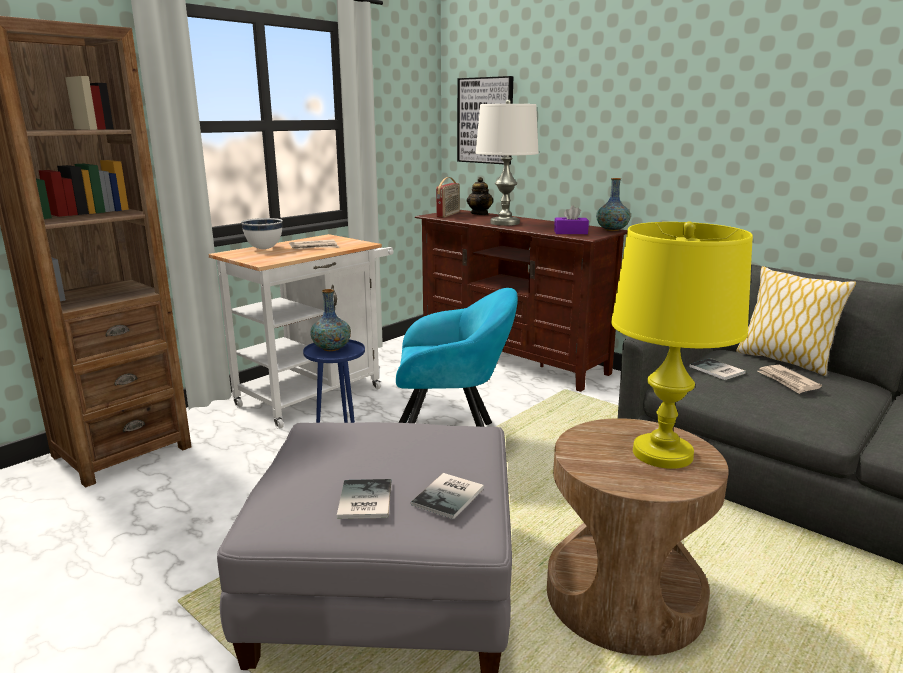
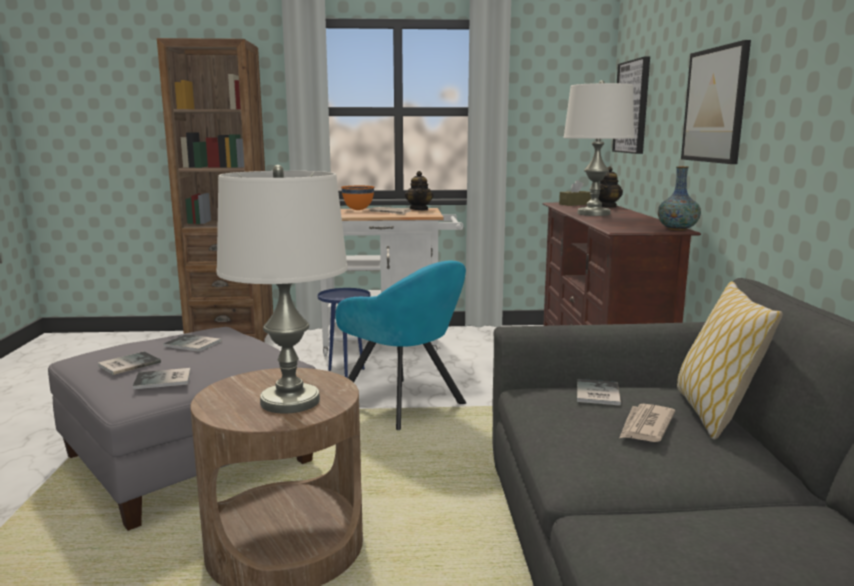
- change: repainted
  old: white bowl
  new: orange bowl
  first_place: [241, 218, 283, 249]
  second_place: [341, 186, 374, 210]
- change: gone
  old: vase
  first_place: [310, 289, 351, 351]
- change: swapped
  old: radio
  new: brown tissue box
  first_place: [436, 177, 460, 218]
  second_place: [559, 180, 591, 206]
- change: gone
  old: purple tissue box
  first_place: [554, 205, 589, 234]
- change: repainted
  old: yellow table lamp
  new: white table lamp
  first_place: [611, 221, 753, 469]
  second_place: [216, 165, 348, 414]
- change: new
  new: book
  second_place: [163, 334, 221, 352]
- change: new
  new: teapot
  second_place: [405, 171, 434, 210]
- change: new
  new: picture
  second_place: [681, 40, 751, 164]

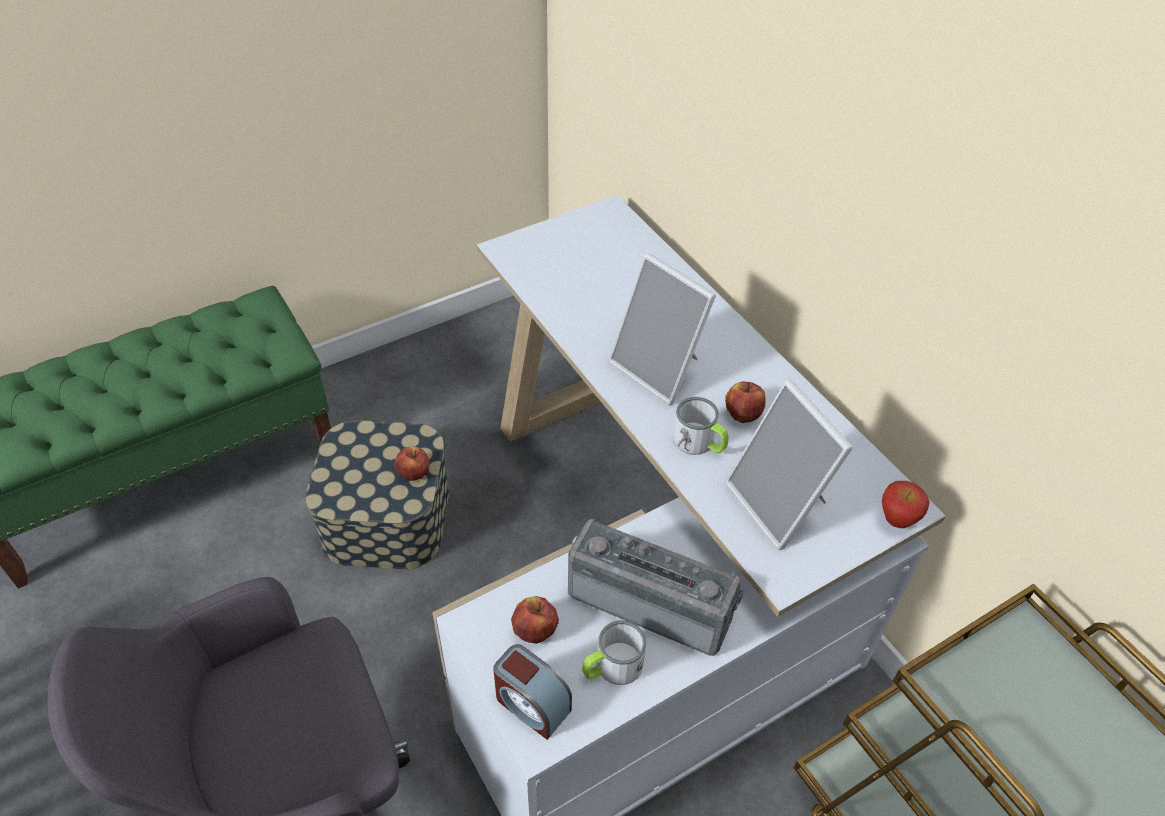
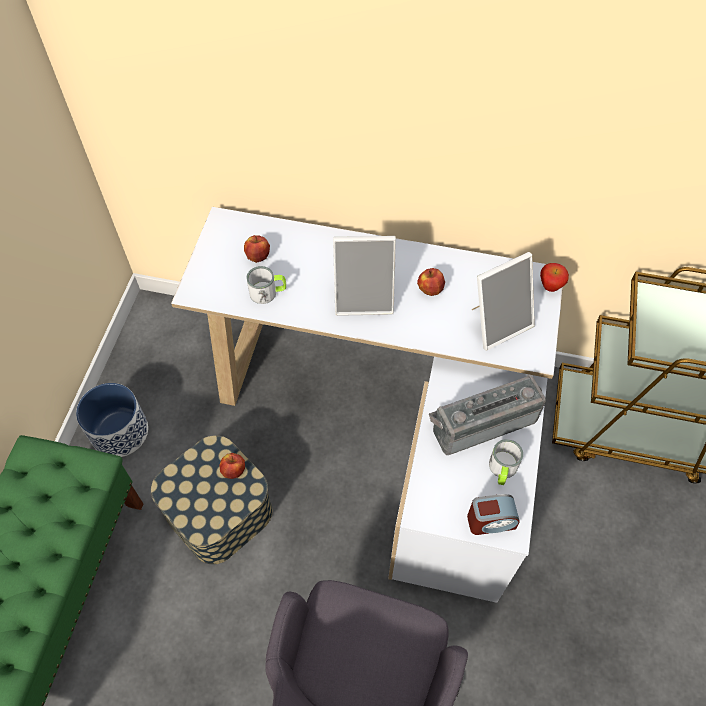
- change: shifted
  old: apple
  first_place: [511, 596, 559, 644]
  second_place: [244, 235, 270, 263]
- change: shifted
  old: mug
  first_place: [673, 397, 728, 455]
  second_place: [246, 266, 286, 304]
- change: rotated
  old: picture frame
  first_place: [725, 380, 853, 550]
  second_place: [472, 252, 535, 351]
  degrees: -45
- change: new
  new: planter
  second_place: [76, 383, 148, 457]

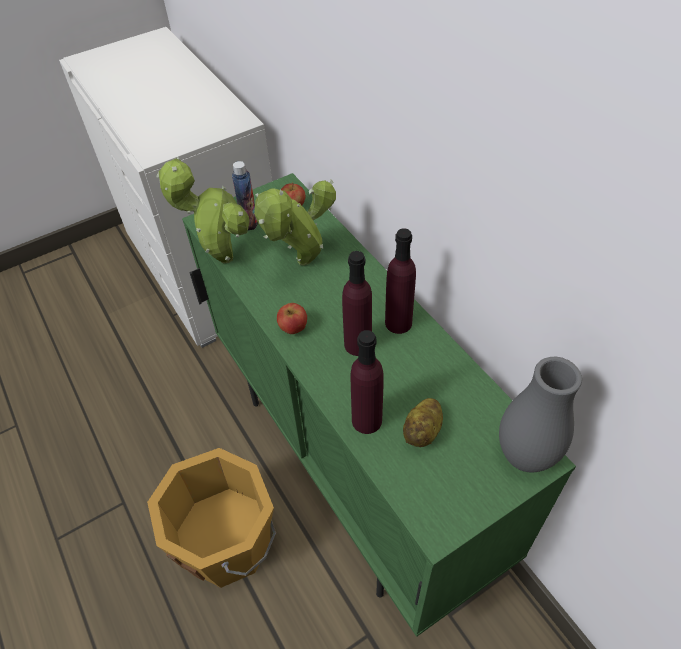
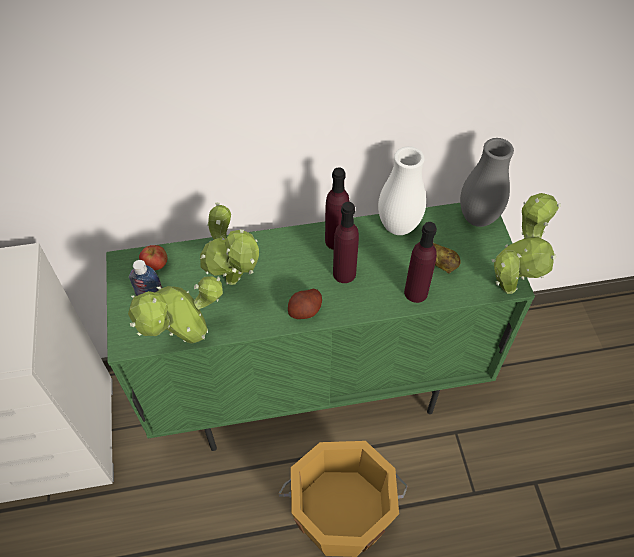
- change: swapped
  old: apple
  new: potato
  first_place: [277, 303, 307, 334]
  second_place: [288, 288, 322, 319]
- change: new
  new: white vase
  second_place: [378, 146, 426, 235]
- change: new
  new: potted plant
  second_place: [491, 193, 561, 294]

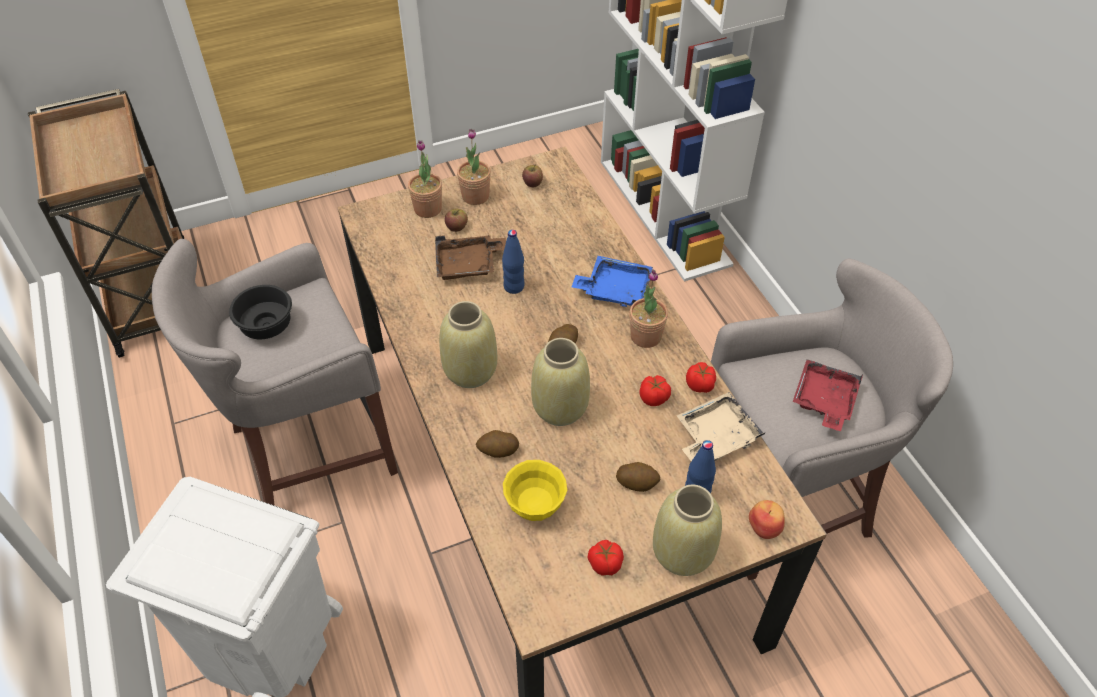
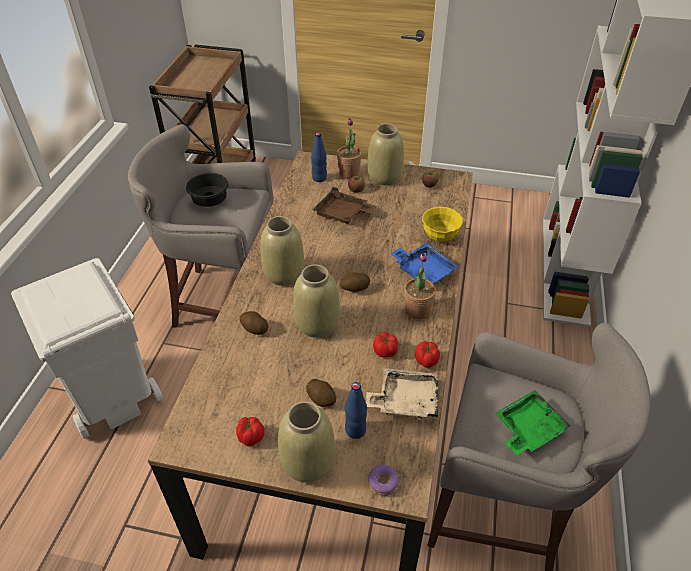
- change: swapped
  old: potted plant
  new: beige vase
  first_place: [457, 129, 491, 205]
  second_place: [368, 124, 404, 185]
- change: shifted
  old: blue bottle
  first_place: [502, 230, 524, 294]
  second_place: [311, 132, 327, 182]
- change: shifted
  old: yellow bowl
  first_place: [503, 460, 567, 521]
  second_place: [422, 207, 463, 242]
- change: swapped
  old: apple
  new: donut
  first_place: [749, 500, 785, 539]
  second_place: [368, 465, 399, 496]
- change: repainted
  old: red tray
  new: green tray
  first_place: [793, 360, 863, 431]
  second_place: [496, 390, 571, 456]

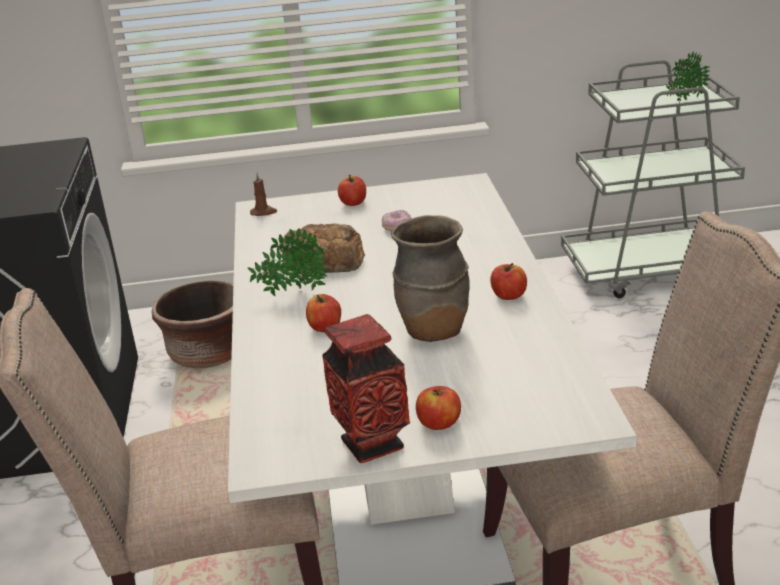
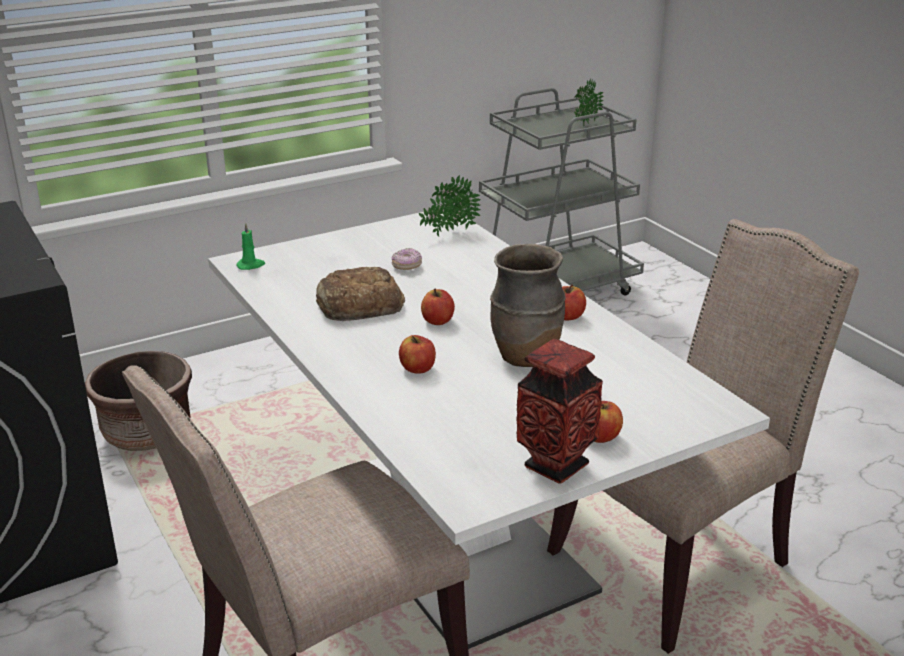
- change: shifted
  old: potted plant
  first_place: [248, 228, 327, 296]
  second_place: [419, 175, 481, 237]
- change: repainted
  old: brown candle
  new: green candle
  first_place: [250, 173, 277, 216]
  second_place: [236, 223, 265, 270]
- change: shifted
  old: apple
  first_place: [338, 175, 366, 206]
  second_place: [421, 289, 455, 325]

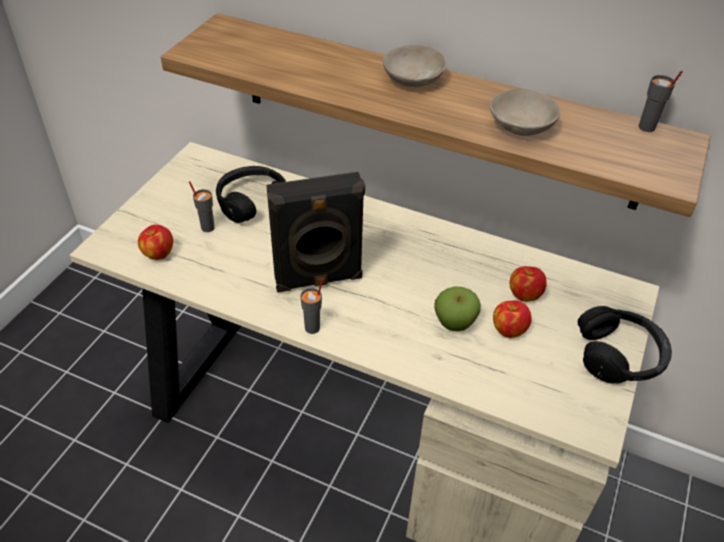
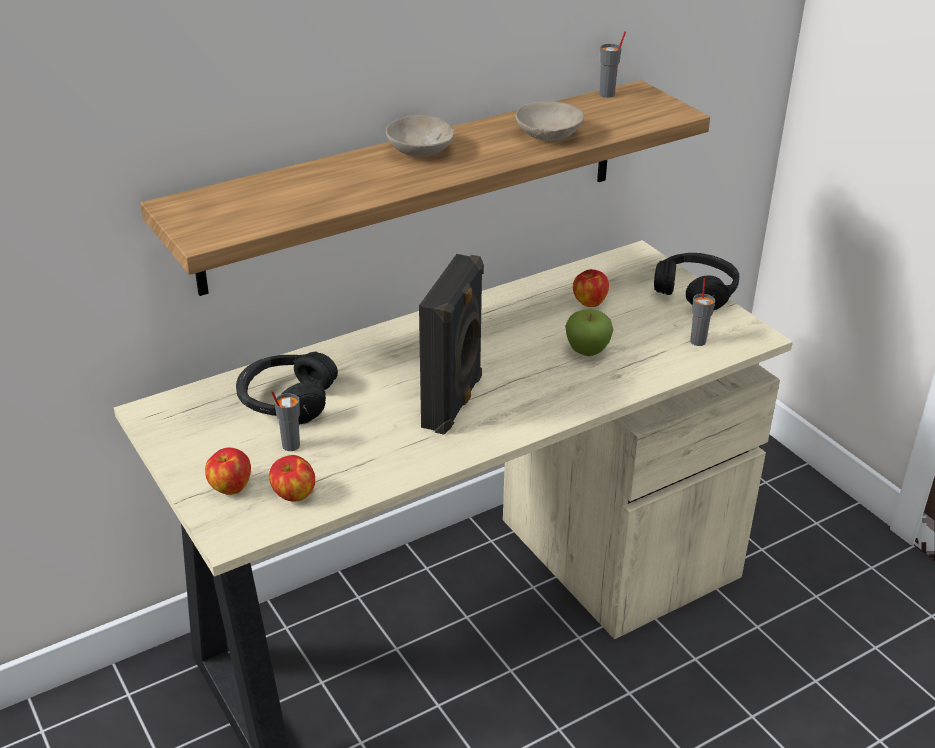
- change: shifted
  old: grey cup
  first_place: [300, 279, 323, 334]
  second_place: [690, 278, 715, 346]
- change: shifted
  old: apple
  first_place: [493, 300, 532, 338]
  second_place: [205, 448, 251, 495]

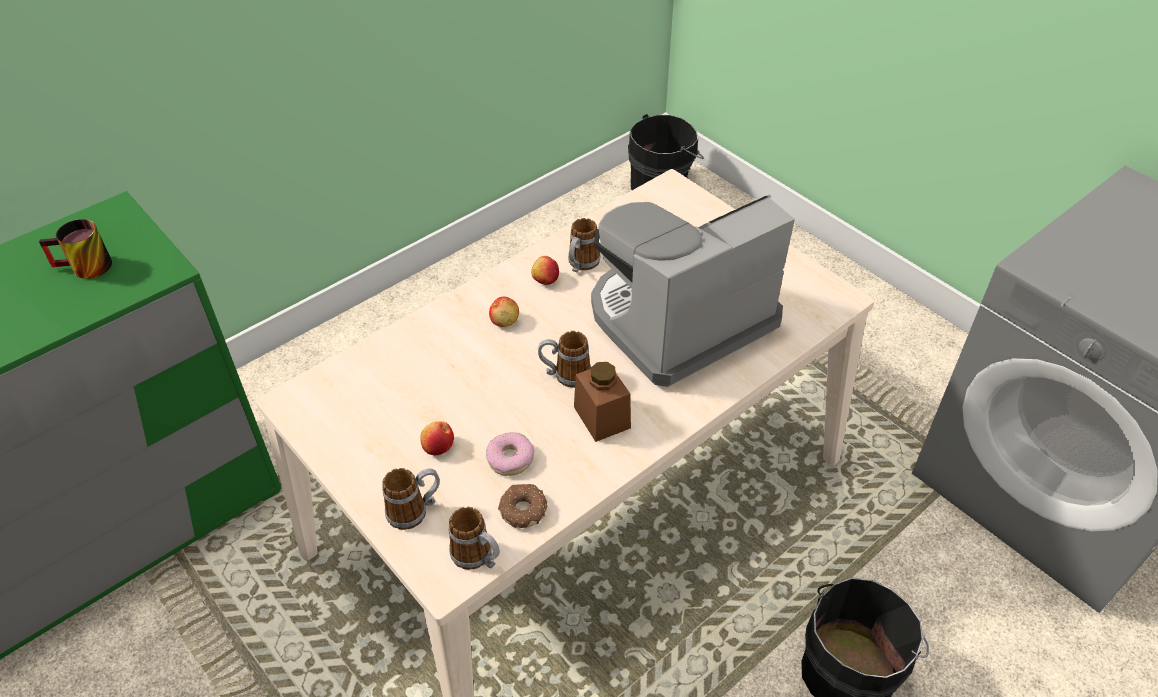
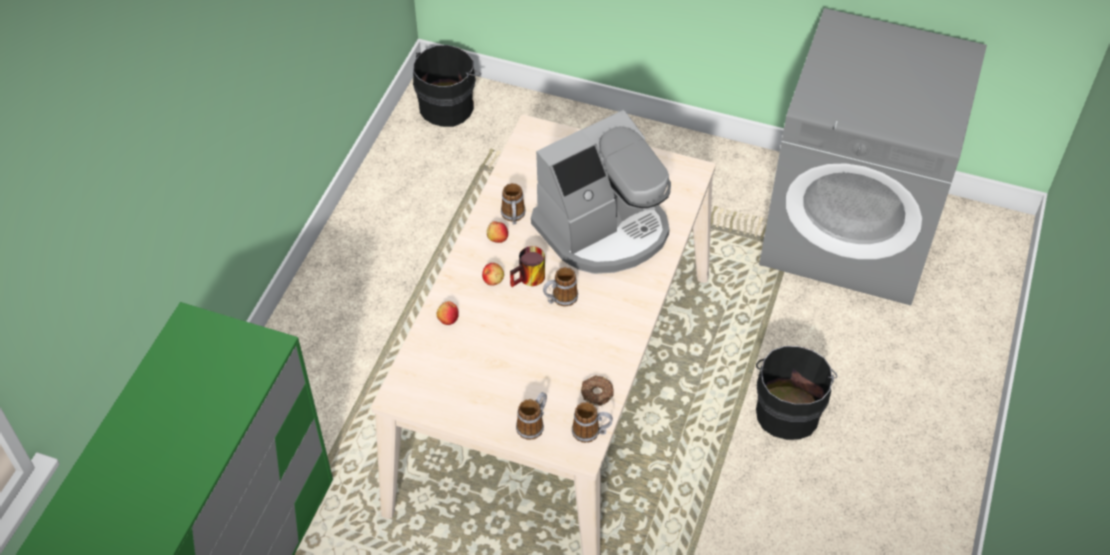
- change: shifted
  old: mug
  first_place: [39, 219, 112, 279]
  second_place: [510, 246, 545, 287]
- change: shifted
  old: apple
  first_place: [420, 421, 454, 455]
  second_place: [436, 301, 459, 325]
- change: gone
  old: donut
  first_place: [486, 432, 535, 476]
- change: gone
  old: brown jar
  first_place: [574, 362, 631, 442]
- change: rotated
  old: coffee machine
  first_place: [591, 195, 795, 387]
  second_place: [531, 110, 671, 274]
  degrees: -150

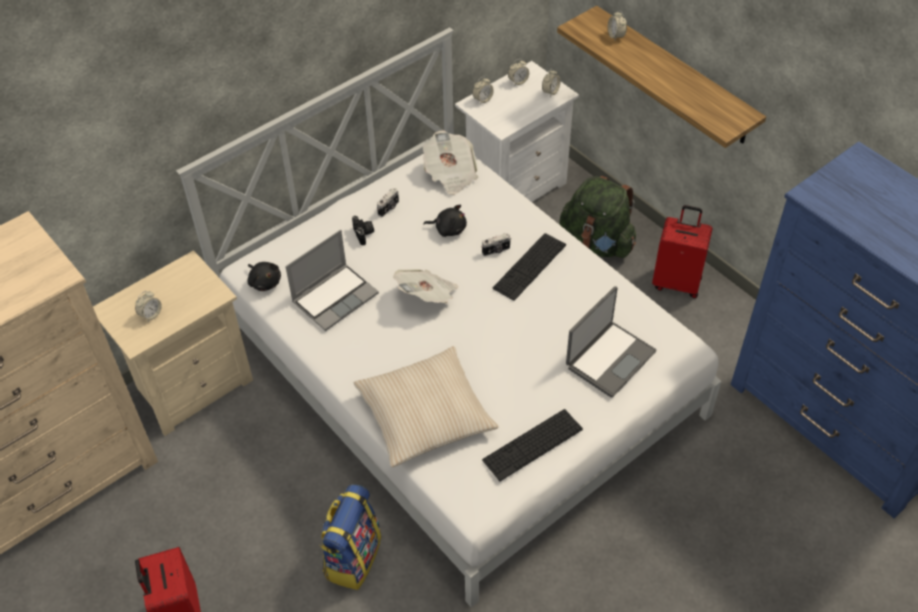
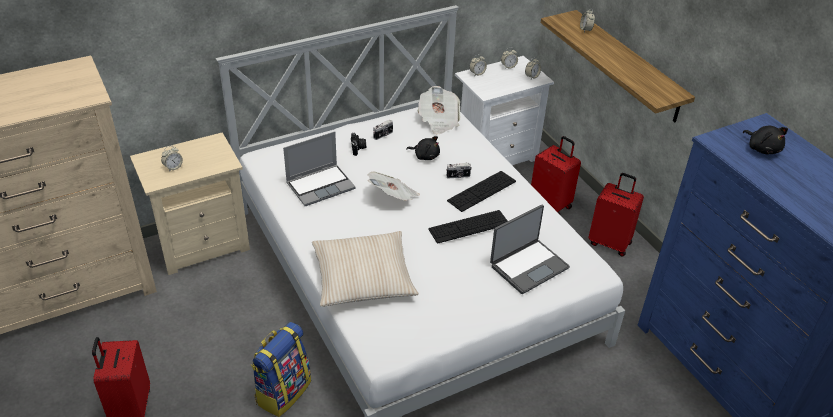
- change: shifted
  old: black plush toy
  first_place: [247, 262, 281, 291]
  second_place: [743, 126, 788, 154]
- change: shifted
  old: keyboard
  first_place: [482, 409, 583, 481]
  second_place: [428, 210, 508, 244]
- change: swapped
  old: green backpack
  new: red suitcase
  first_place: [559, 176, 636, 258]
  second_place: [531, 136, 581, 214]

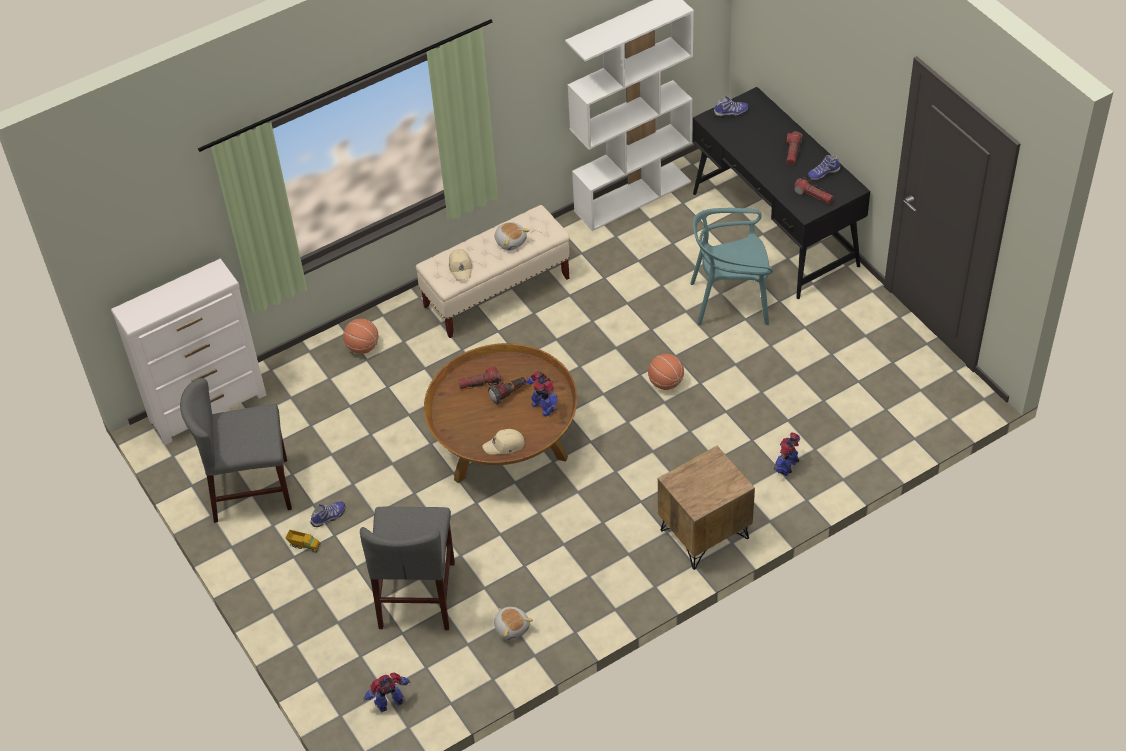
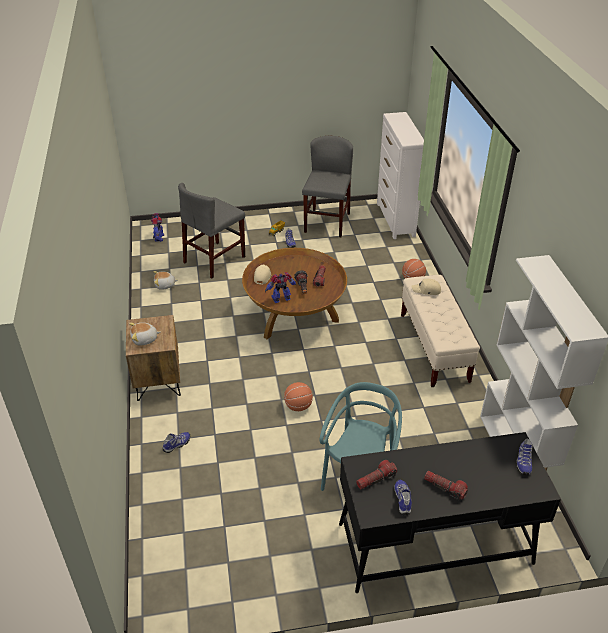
- change: rotated
  old: grey chair
  first_place: [360, 507, 455, 630]
  second_place: [178, 183, 245, 278]
  degrees: -75
- change: shifted
  old: plush toy
  first_place: [494, 222, 530, 250]
  second_place: [129, 323, 160, 346]
- change: swapped
  old: toy robot
  new: shoe
  first_place: [773, 432, 800, 476]
  second_place: [163, 432, 190, 453]

